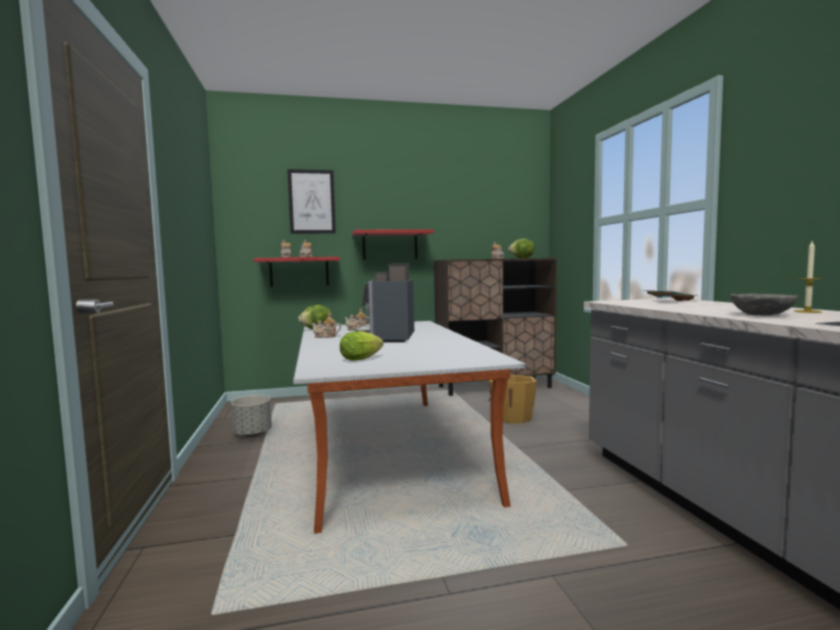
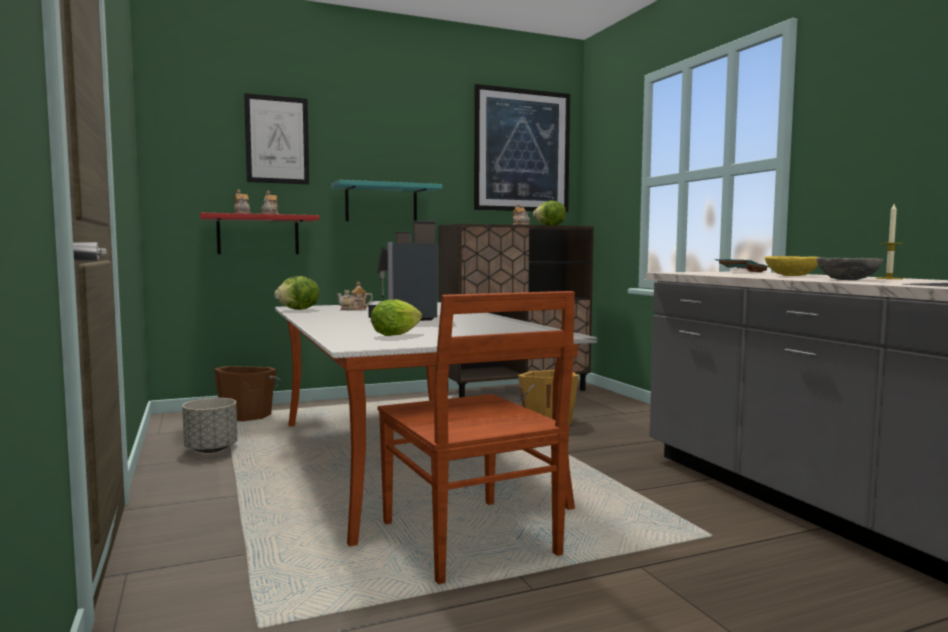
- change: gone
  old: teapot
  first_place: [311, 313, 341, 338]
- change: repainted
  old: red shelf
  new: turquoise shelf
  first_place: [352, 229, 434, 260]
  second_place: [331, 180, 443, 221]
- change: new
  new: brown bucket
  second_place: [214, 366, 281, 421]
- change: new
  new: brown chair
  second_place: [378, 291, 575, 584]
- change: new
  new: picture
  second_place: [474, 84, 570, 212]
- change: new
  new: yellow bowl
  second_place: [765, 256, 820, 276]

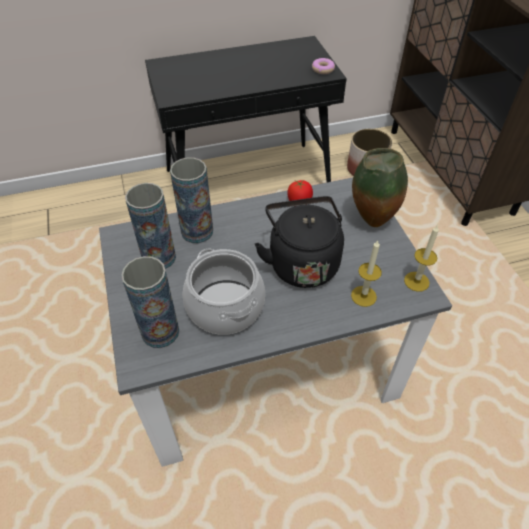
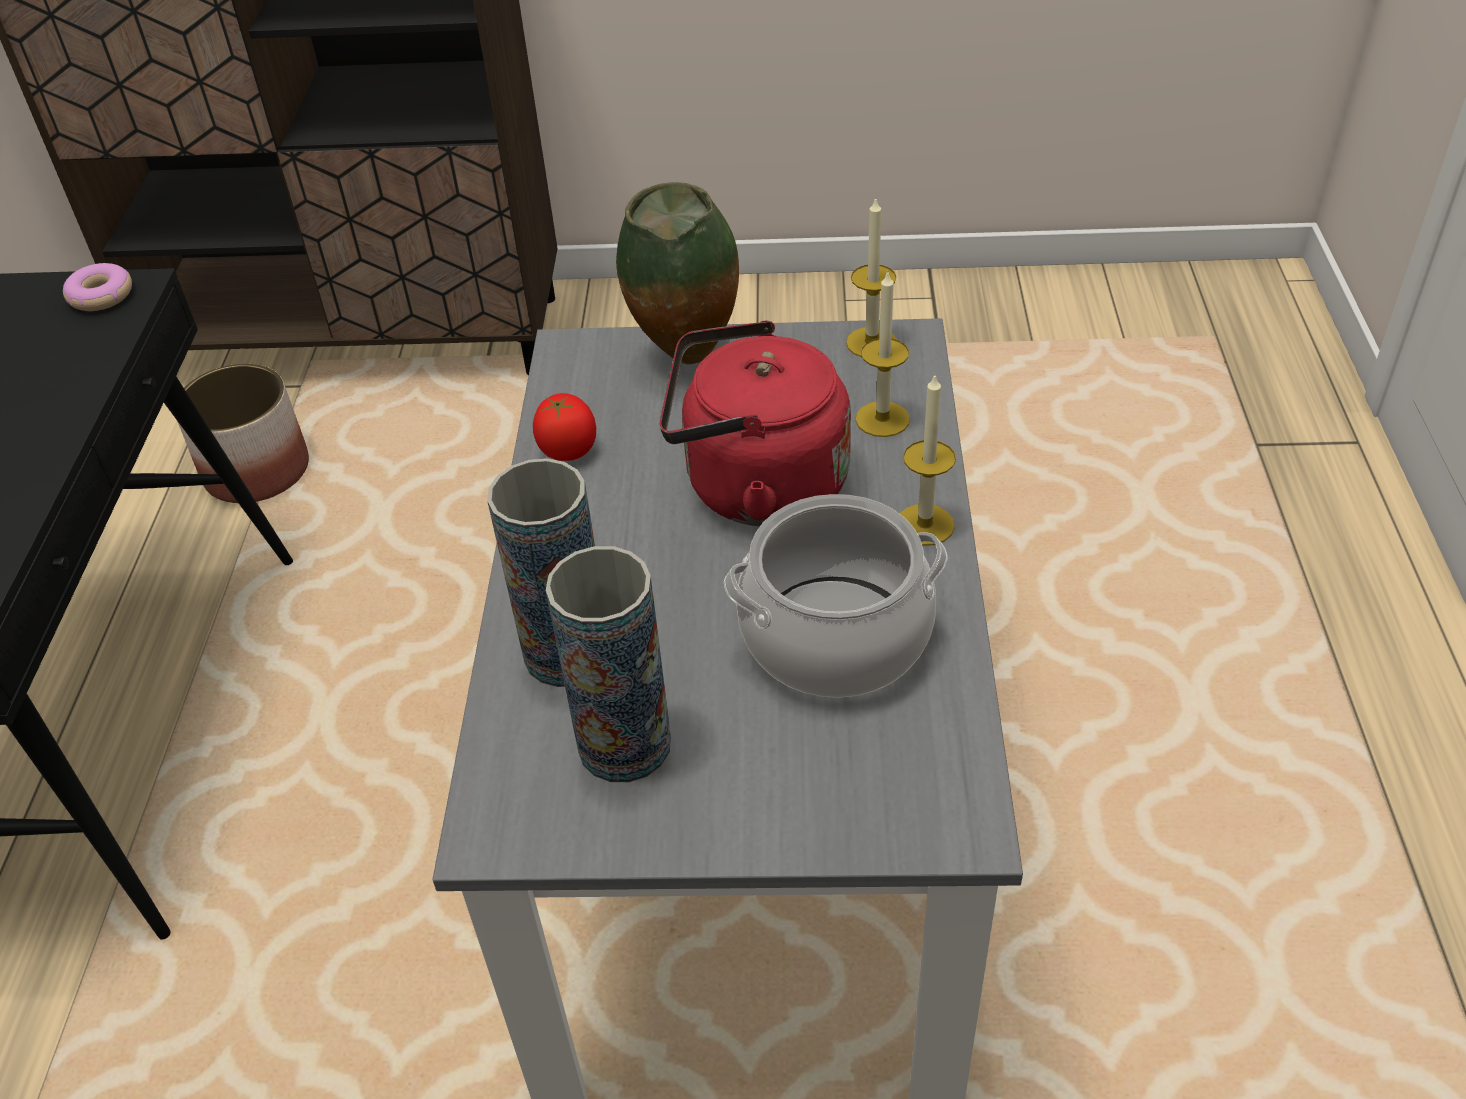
- change: gone
  old: vase
  first_place: [122, 256, 179, 348]
- change: repainted
  old: black kettle
  new: red kettle
  first_place: [255, 196, 344, 288]
  second_place: [660, 321, 851, 526]
- change: new
  new: candle
  second_place: [899, 373, 956, 546]

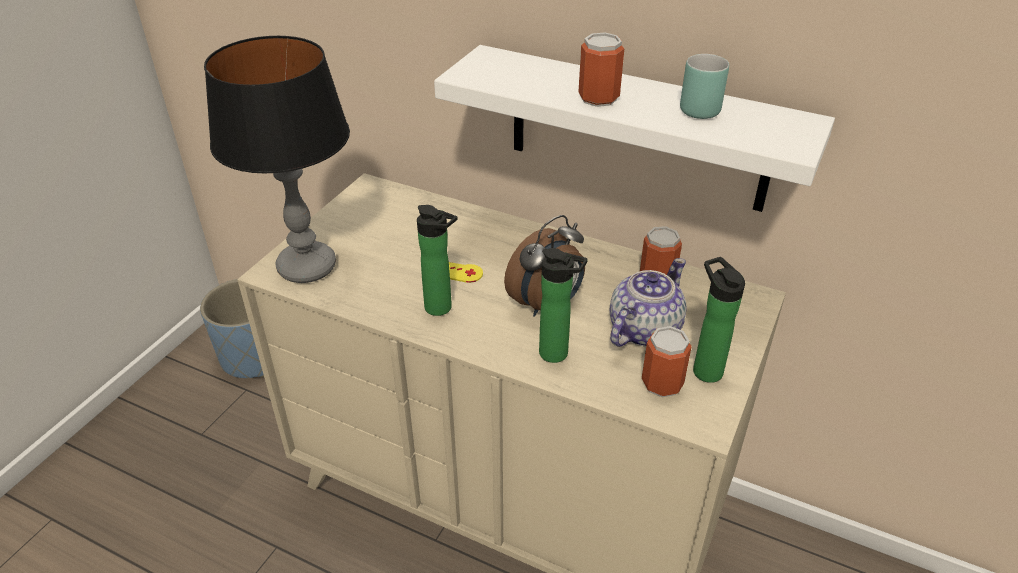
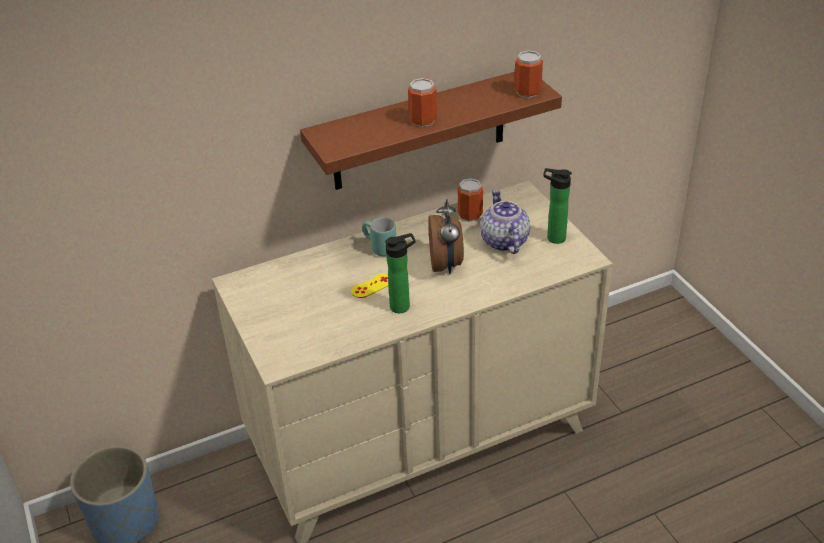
- change: gone
  old: table lamp
  first_place: [204, 36, 350, 283]
- change: repainted
  old: white shelf
  new: brown shelf
  first_place: [434, 45, 835, 212]
  second_place: [300, 72, 562, 190]
- change: gone
  old: bottle
  first_place: [539, 248, 588, 363]
- change: shifted
  old: can
  first_place: [642, 326, 692, 397]
  second_place: [514, 50, 543, 98]
- change: shifted
  old: turquoise mug
  first_place: [680, 54, 729, 119]
  second_place: [362, 217, 396, 256]

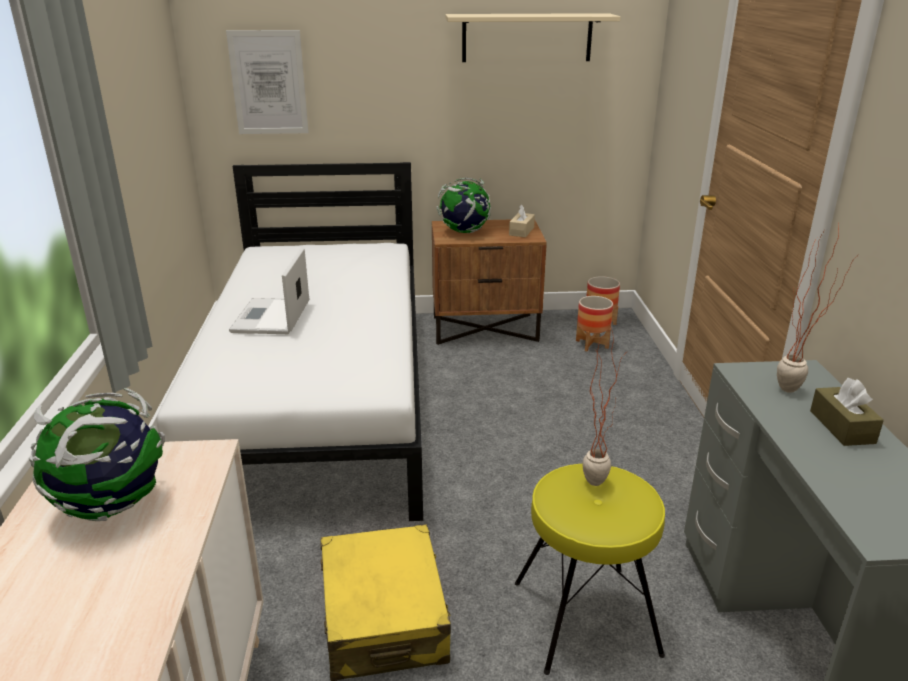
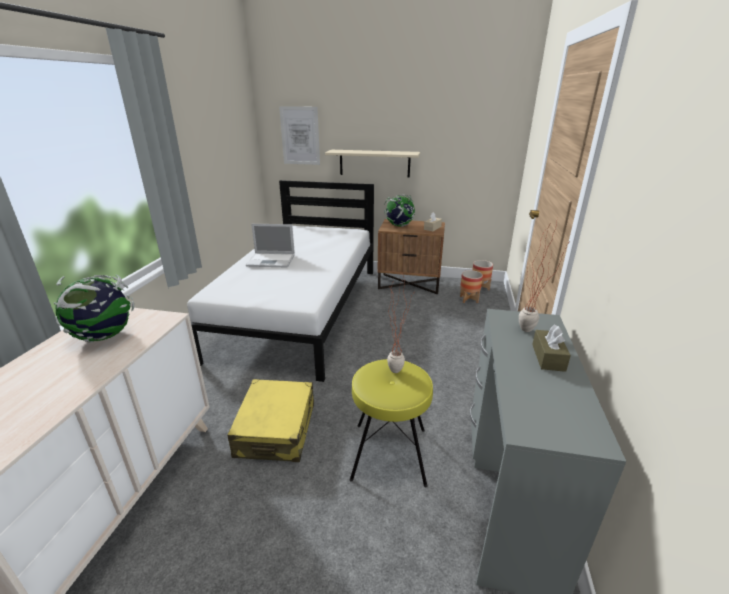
- change: rotated
  old: laptop
  first_place: [229, 248, 309, 334]
  second_place: [246, 224, 295, 268]
  degrees: -105
- change: shifted
  old: beige shelf
  first_place: [445, 13, 620, 62]
  second_place: [325, 150, 420, 177]

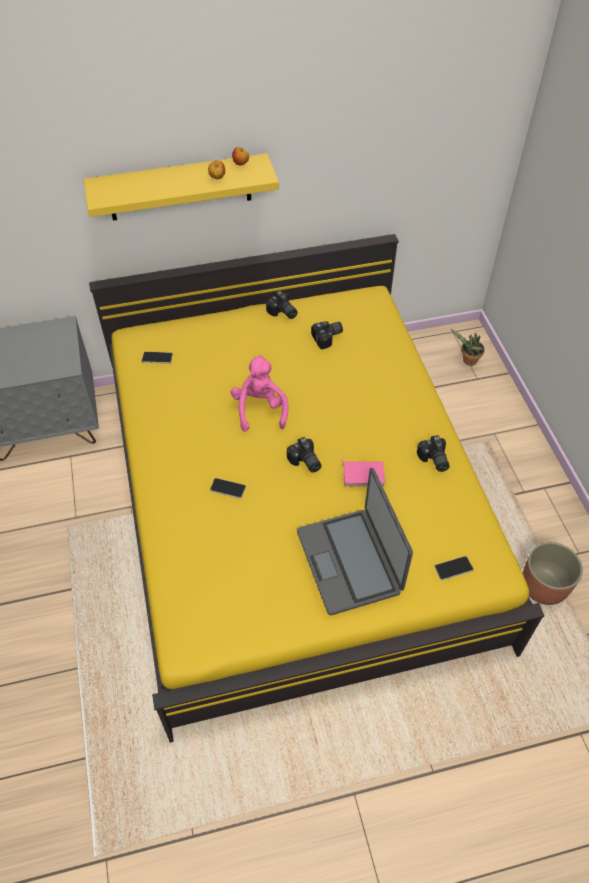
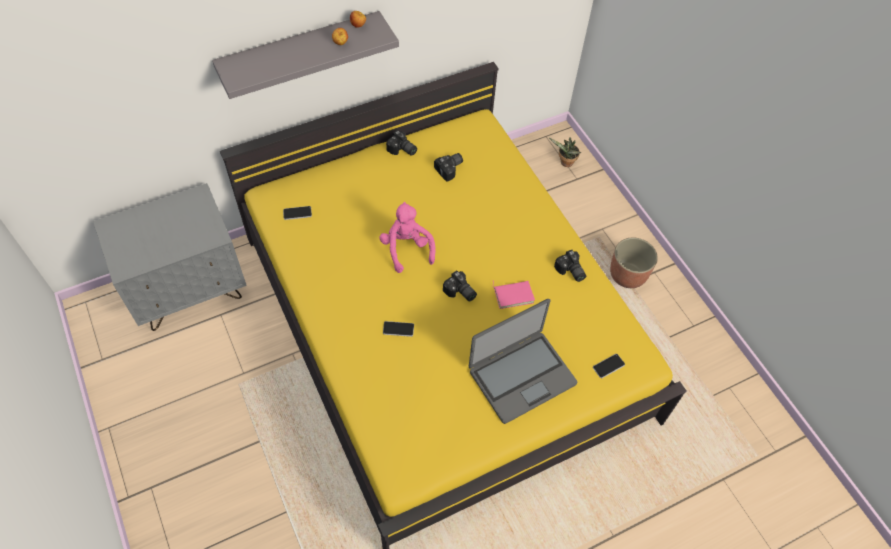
- change: repainted
  old: yellow shelf
  new: grey shelf
  first_place: [84, 153, 279, 221]
  second_place: [212, 11, 399, 99]
- change: rotated
  old: laptop
  first_place: [297, 468, 413, 615]
  second_place: [469, 299, 577, 424]
  degrees: -90
- change: shifted
  old: planter
  first_place: [523, 542, 583, 605]
  second_place: [610, 237, 658, 288]

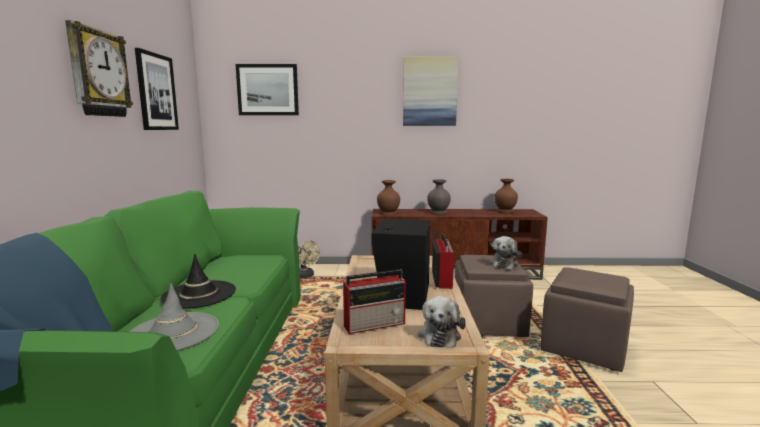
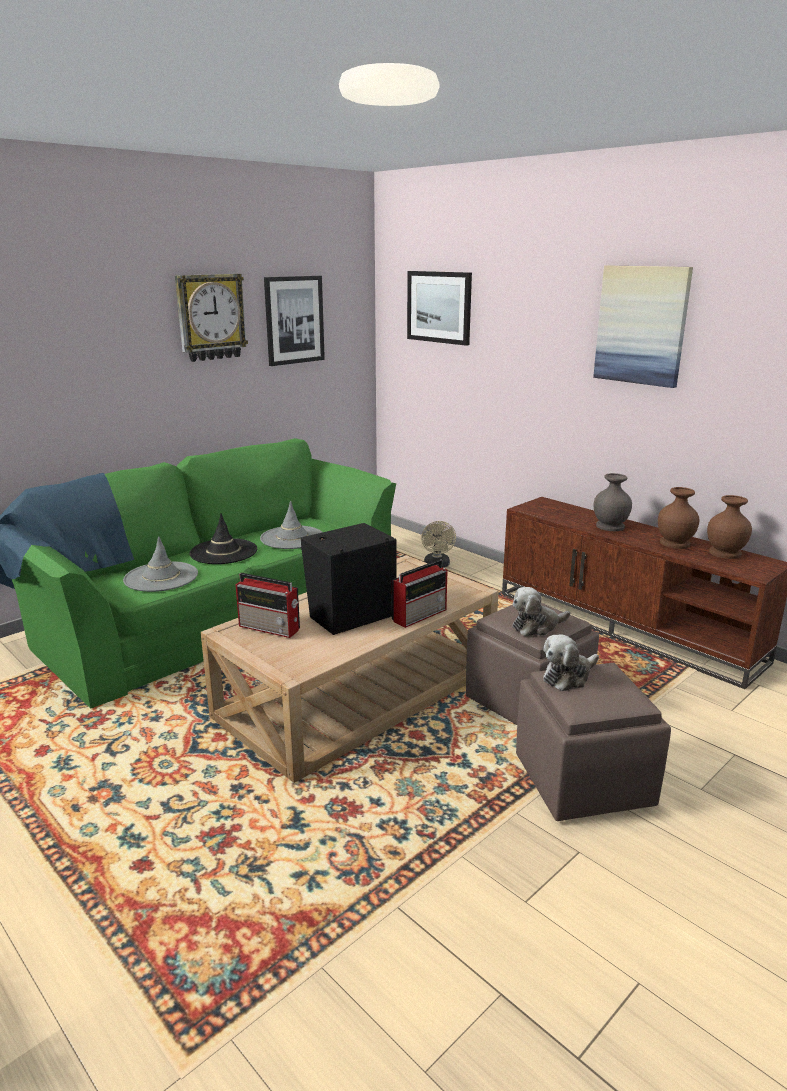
- change: shifted
  old: brown vase
  first_place: [377, 180, 400, 216]
  second_place: [658, 487, 699, 549]
- change: shifted
  old: plush toy
  first_place: [418, 296, 466, 348]
  second_place: [543, 634, 599, 691]
- change: new
  new: grey hat
  second_place: [260, 501, 322, 549]

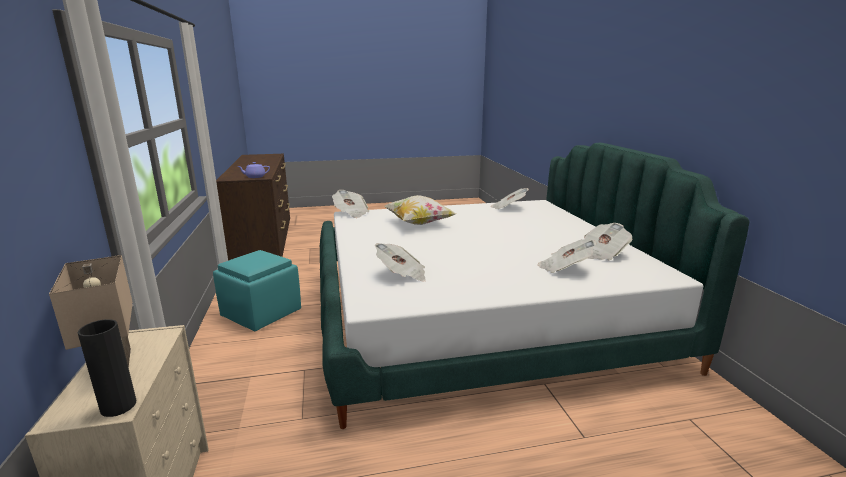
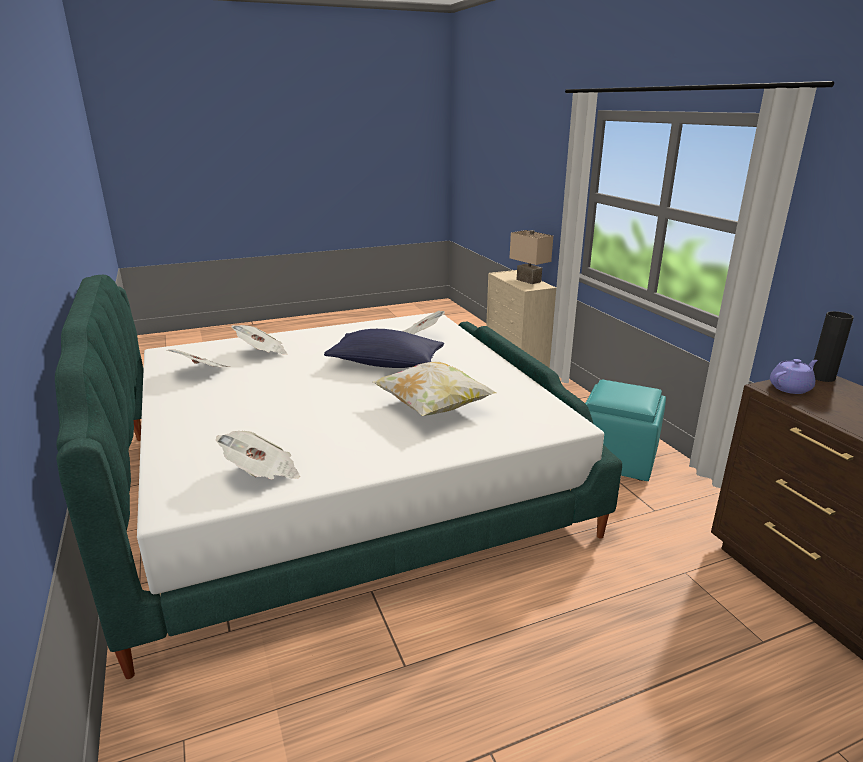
- change: shifted
  old: black vase
  first_place: [78, 319, 136, 417]
  second_place: [813, 311, 854, 382]
- change: gone
  old: newspaper
  first_place: [332, 190, 369, 218]
- change: new
  new: blue pillow
  second_place: [324, 329, 444, 368]

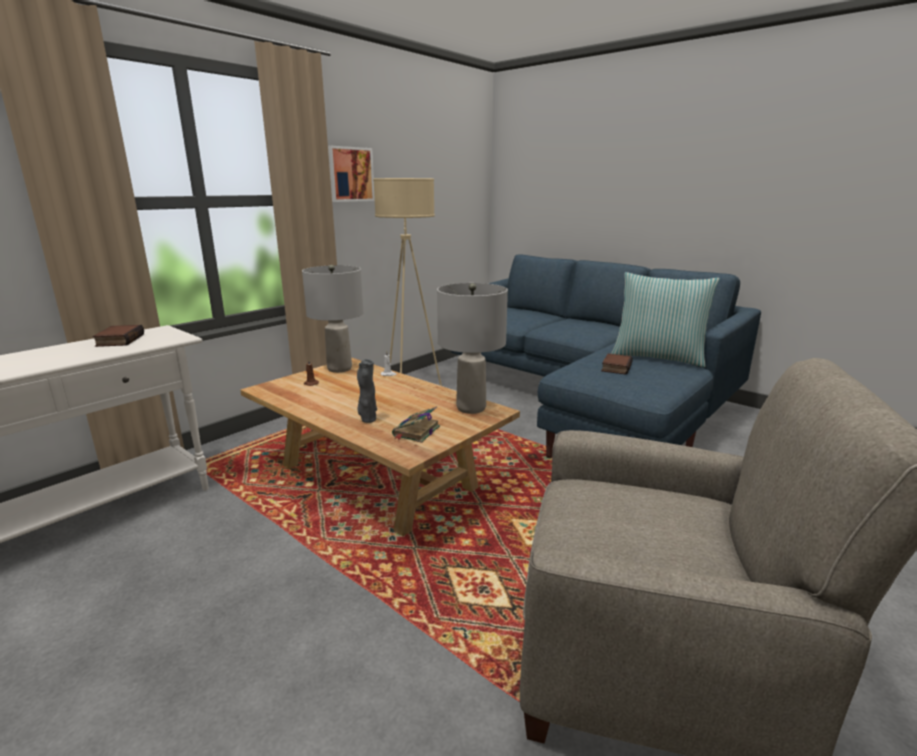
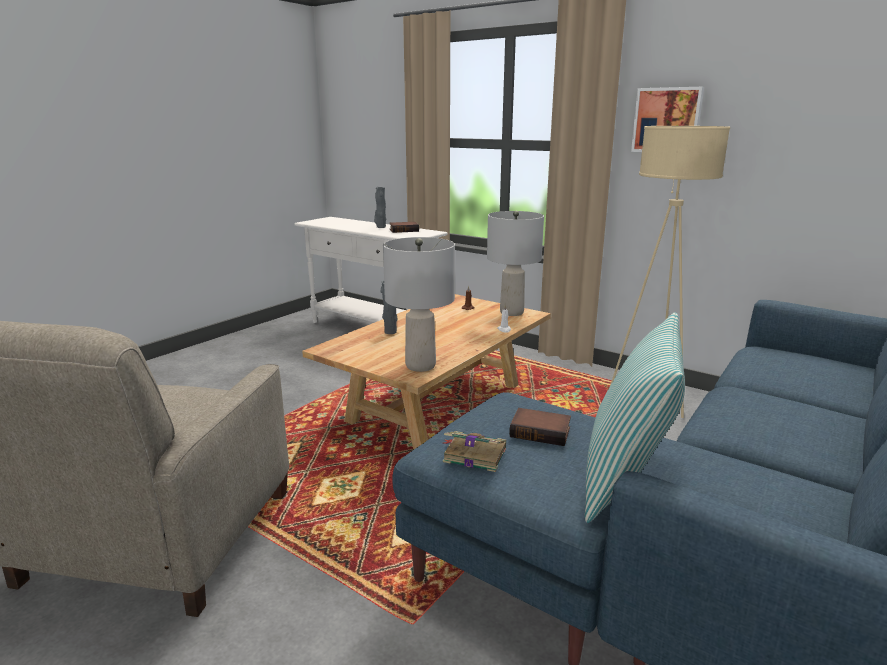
- change: shifted
  old: book
  first_place: [392, 406, 440, 443]
  second_place: [443, 431, 506, 472]
- change: new
  new: grey vase
  second_place: [374, 187, 386, 228]

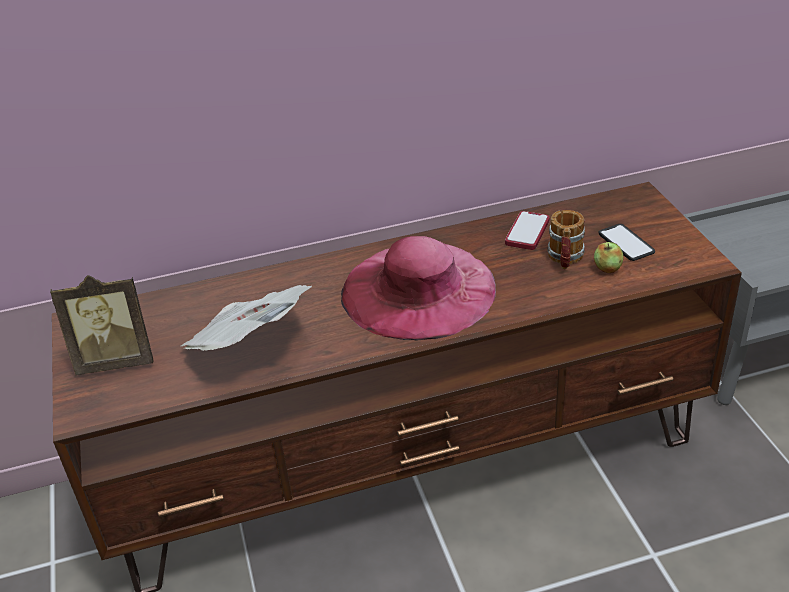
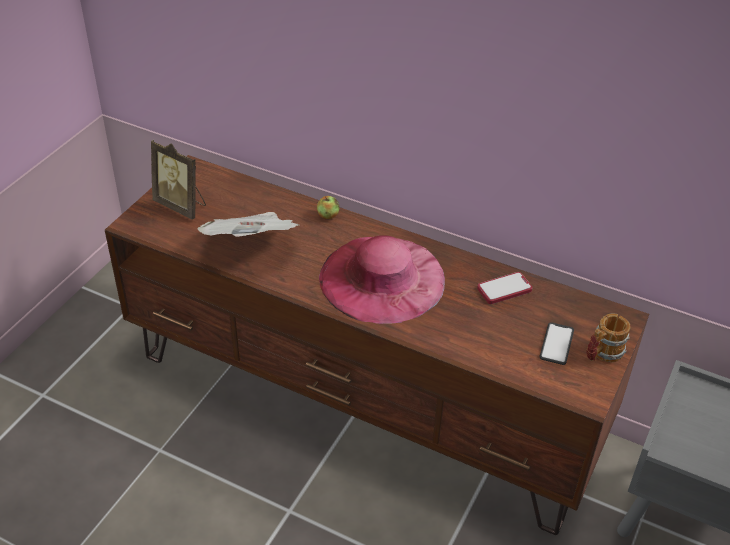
- change: shifted
  old: mug
  first_place: [547, 210, 585, 269]
  second_place: [586, 313, 631, 363]
- change: shifted
  old: apple
  first_place: [594, 242, 624, 273]
  second_place: [317, 196, 340, 219]

